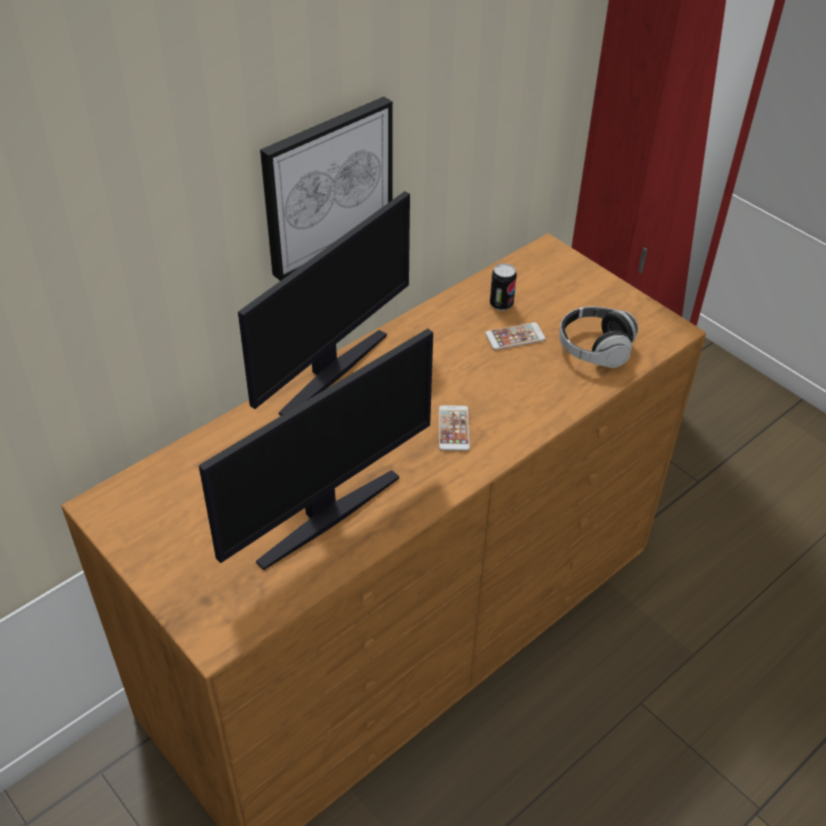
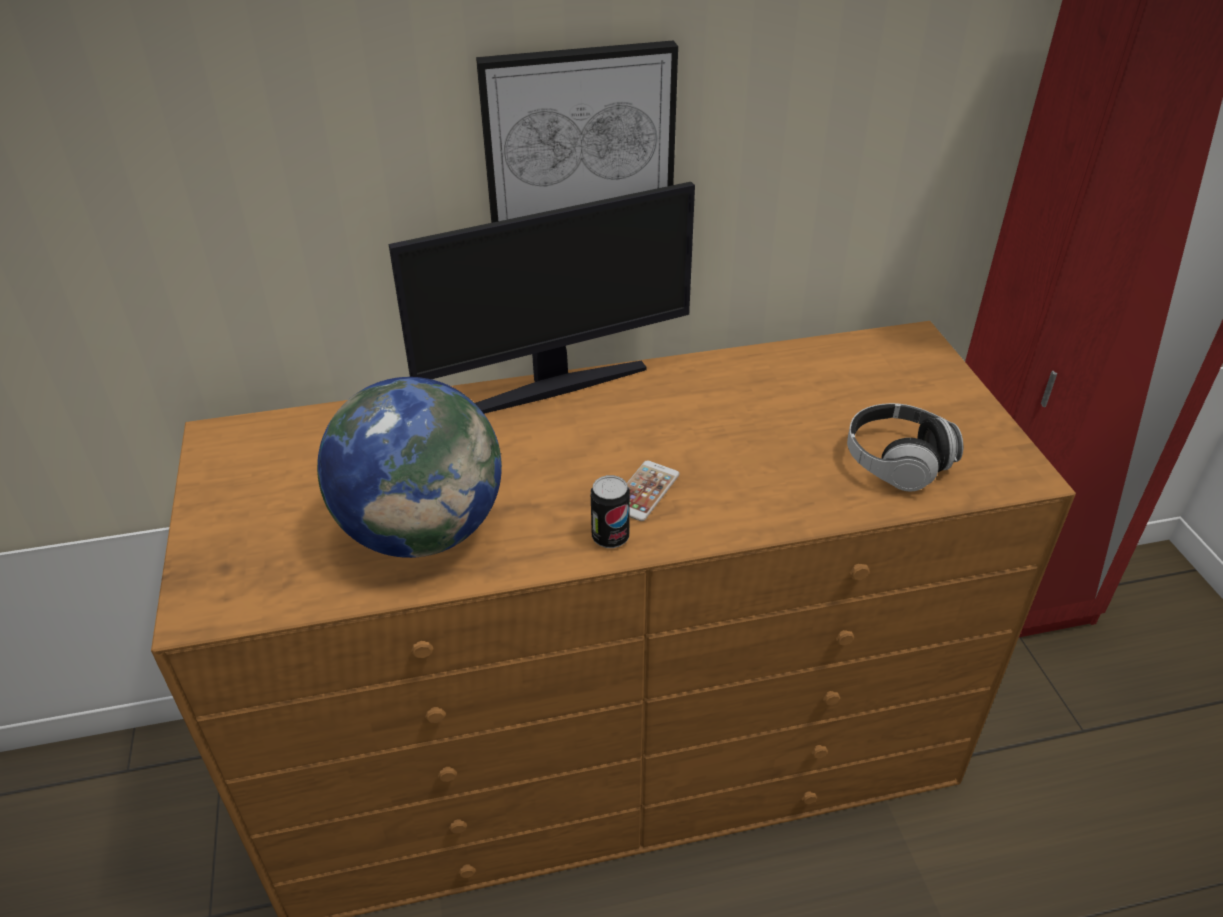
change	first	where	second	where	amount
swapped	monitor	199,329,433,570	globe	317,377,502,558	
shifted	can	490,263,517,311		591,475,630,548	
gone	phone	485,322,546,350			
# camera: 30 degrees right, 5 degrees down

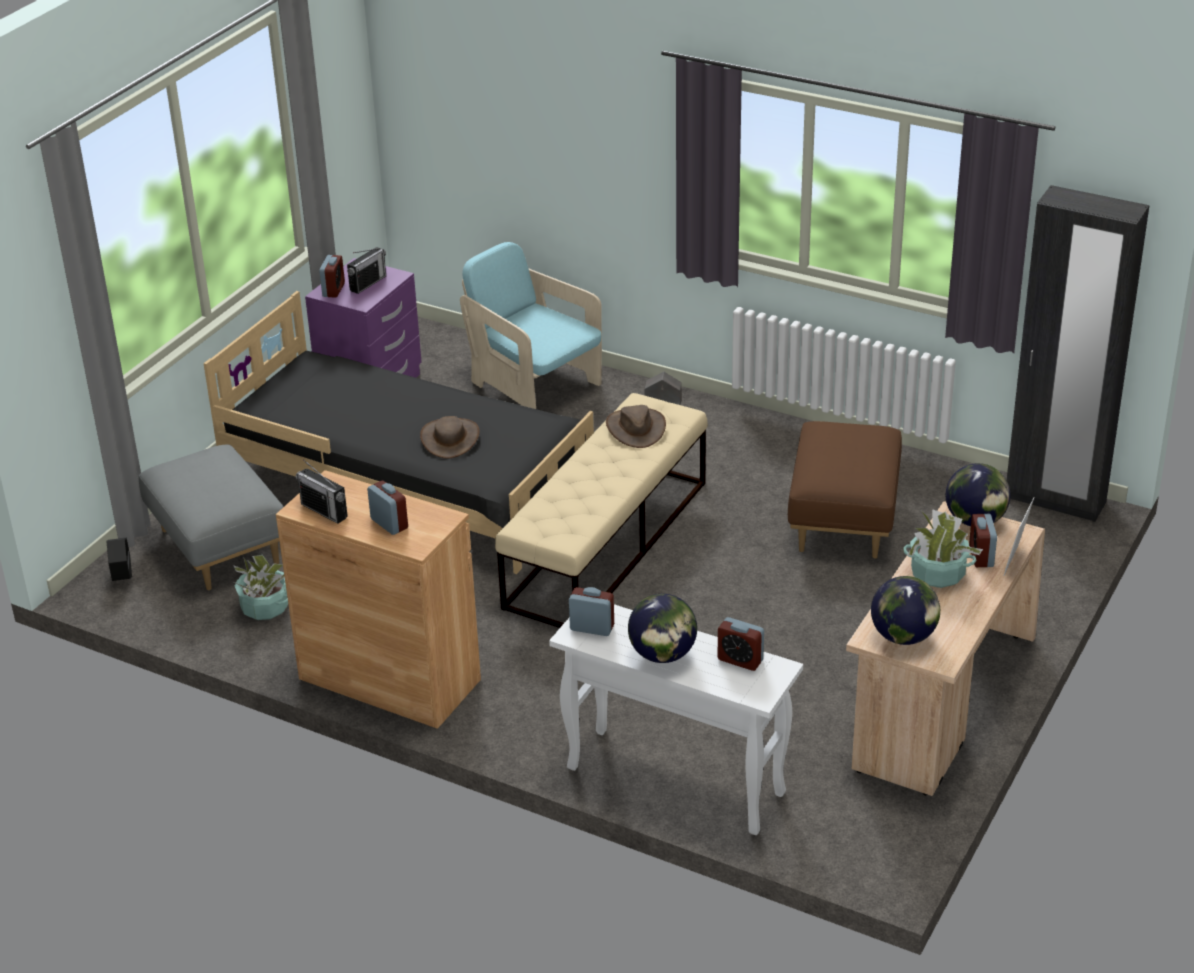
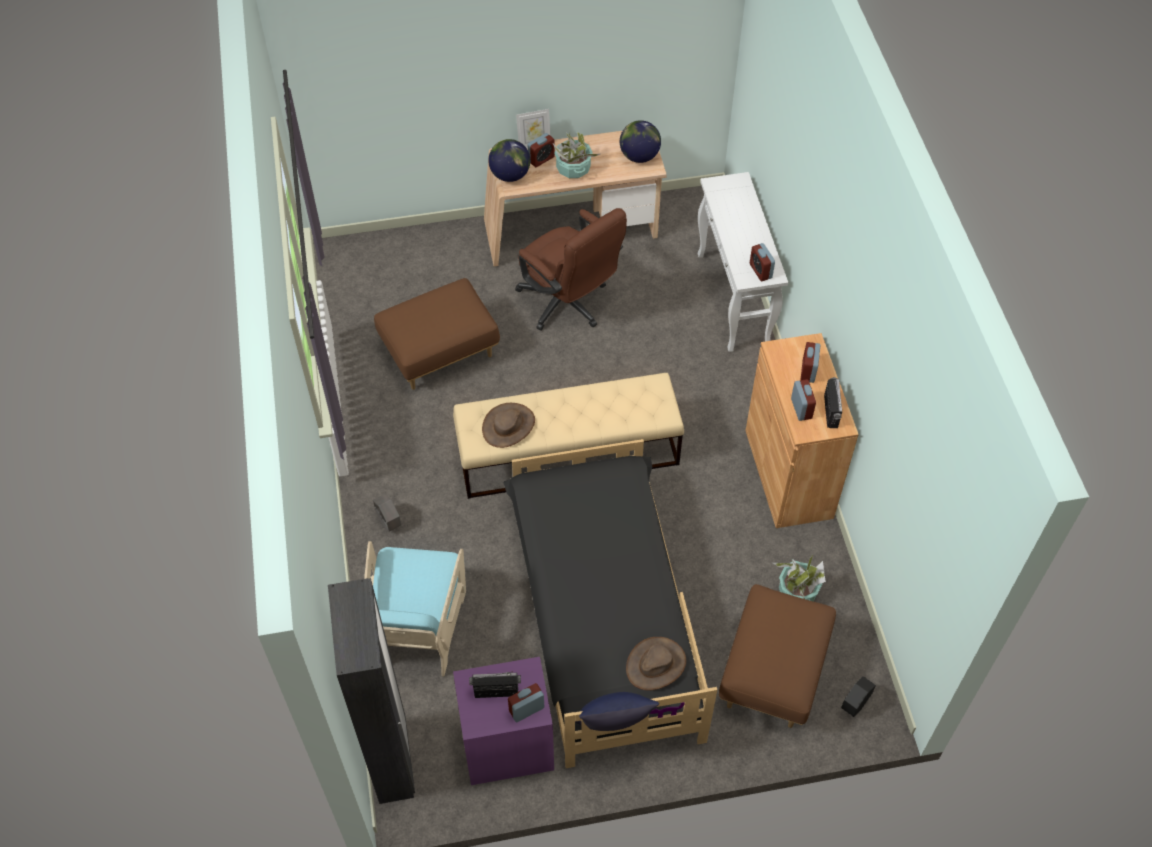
change	first	where	second	where	amount
shifted	black wardrobe	1007,185,1150,522		328,578,415,804	
new			brown office chair	515,208,627,330	
new			blue pillow	575,692,659,731	
shifted	brown hat	420,416,480,459		626,637,686,691	
repainted	grey ottoman	139,444,284,590	brown ottoman	719,584,836,728	
shifted	alarm clock	718,617,764,671		791,379,816,421	
gone	globe	628,594,697,663			
# camera: 130 degrees left, 20 degrees up

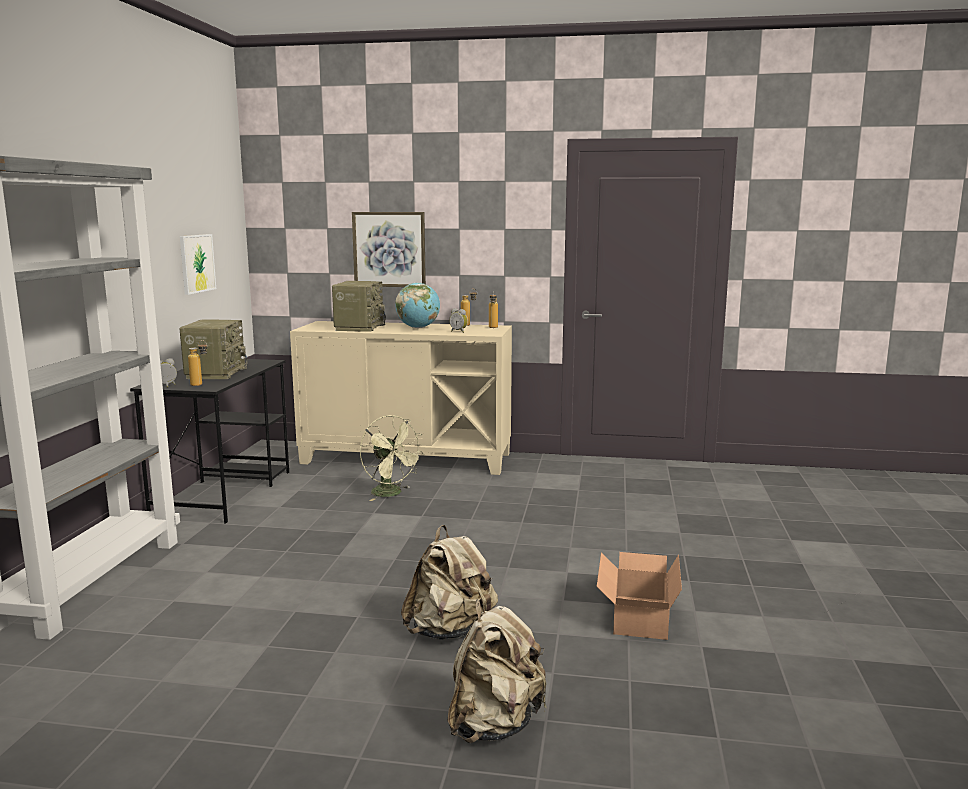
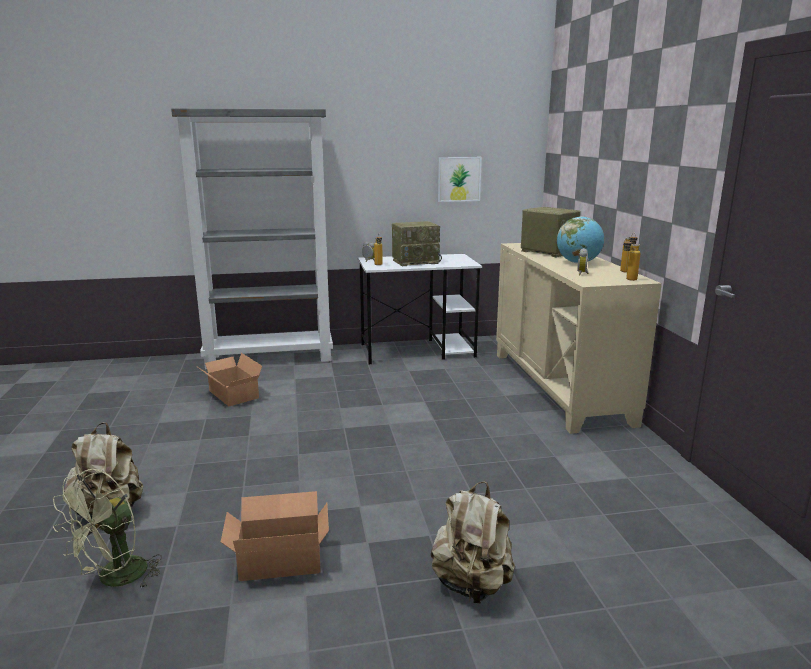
change	first	where	second	where	amount
shifted	green fan	360,415,424,501		53,469,162,588	
new			cardboard box	196,353,262,406	
repainted	black desk	130,359,289,523	white desk	358,254,482,364	
shifted	beige backpack	401,525,498,640		431,482,515,604	
rotated	radio	332,281,386,332		521,207,581,258	120 degrees counterclockwise
gone	picture	352,212,426,287			
# camera: 70 degrees right, 5 degrees up

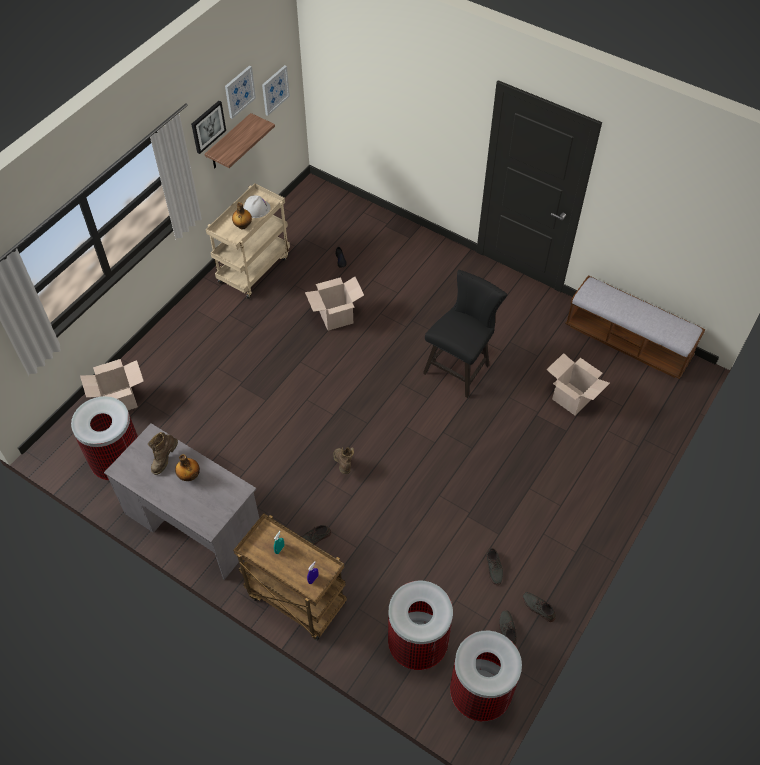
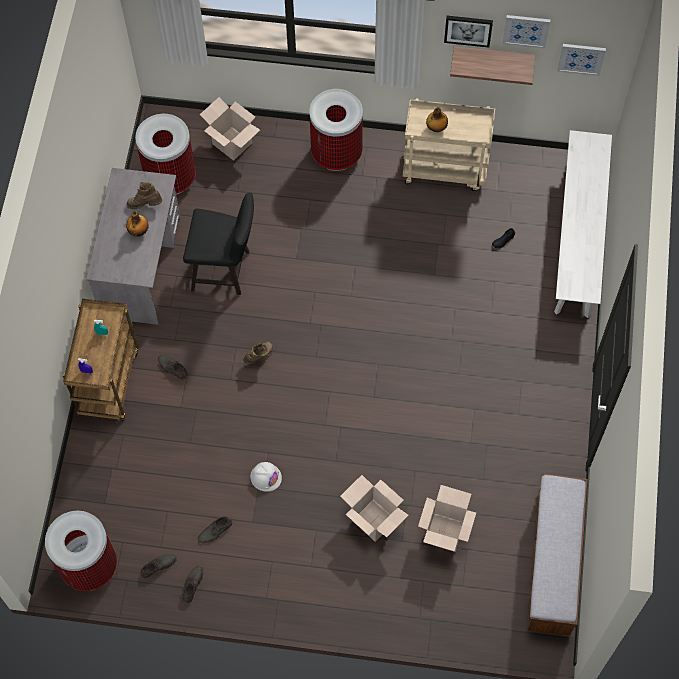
change	first	where	second	where	amount
shifted	black chair	423,270,507,398		183,193,254,295	
shifted	white hard hat	243,195,271,218		250,462,282,492	
shifted	trash can	388,580,453,670		309,89,363,171	
shifted	cardboard box	305,277,364,331		340,475,409,542	
new			white bench	554,130,612,318	
# camera: 65 degrees right, 10 degrees up

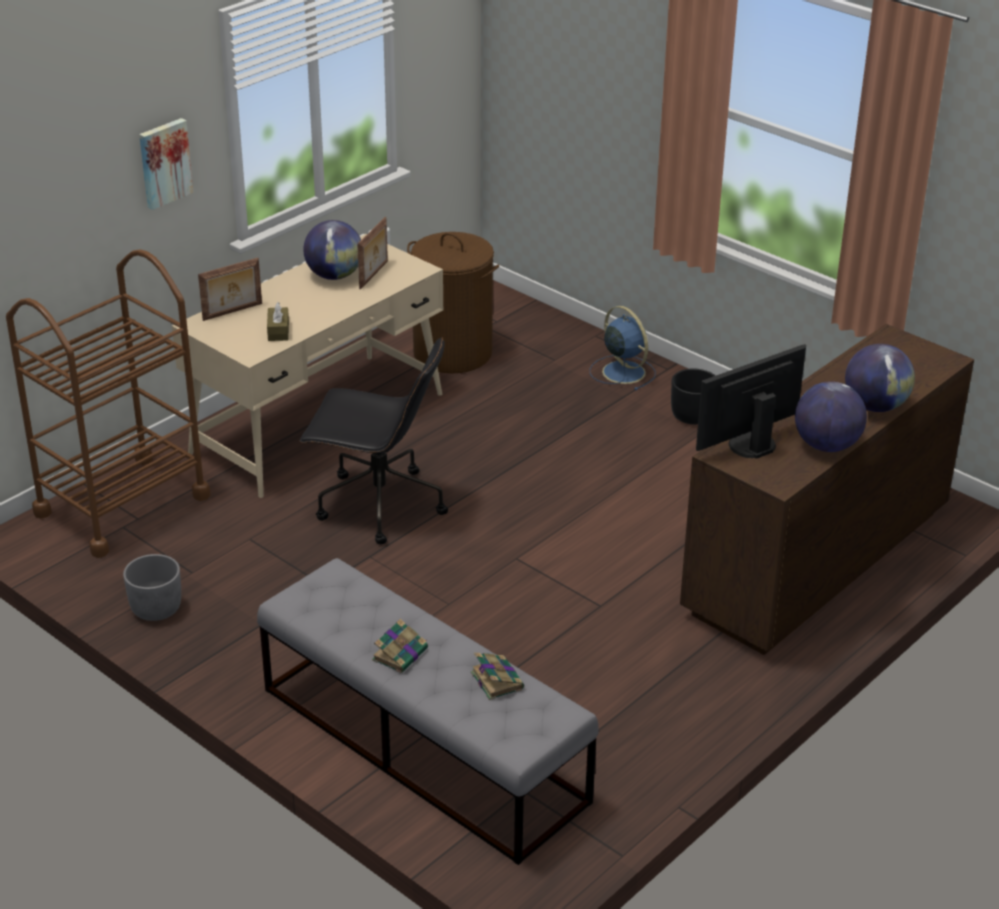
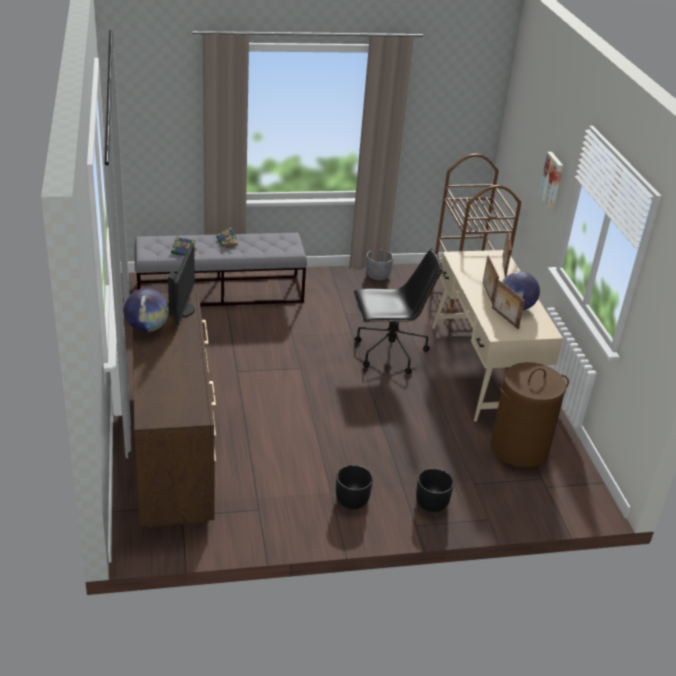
change	first	where	second	where	amount
rotated	black office chair	300,337,448,544		354,249,443,374	150 degrees counterclockwise
swapped	blue fan	590,306,656,390	black planter	416,468,454,513	
new			picture frame	483,255,499,304	
gone	brown tissue box	267,302,289,341			
gone	globe	845,344,915,412			
# camera: 125 degrees right, 0 degrees up

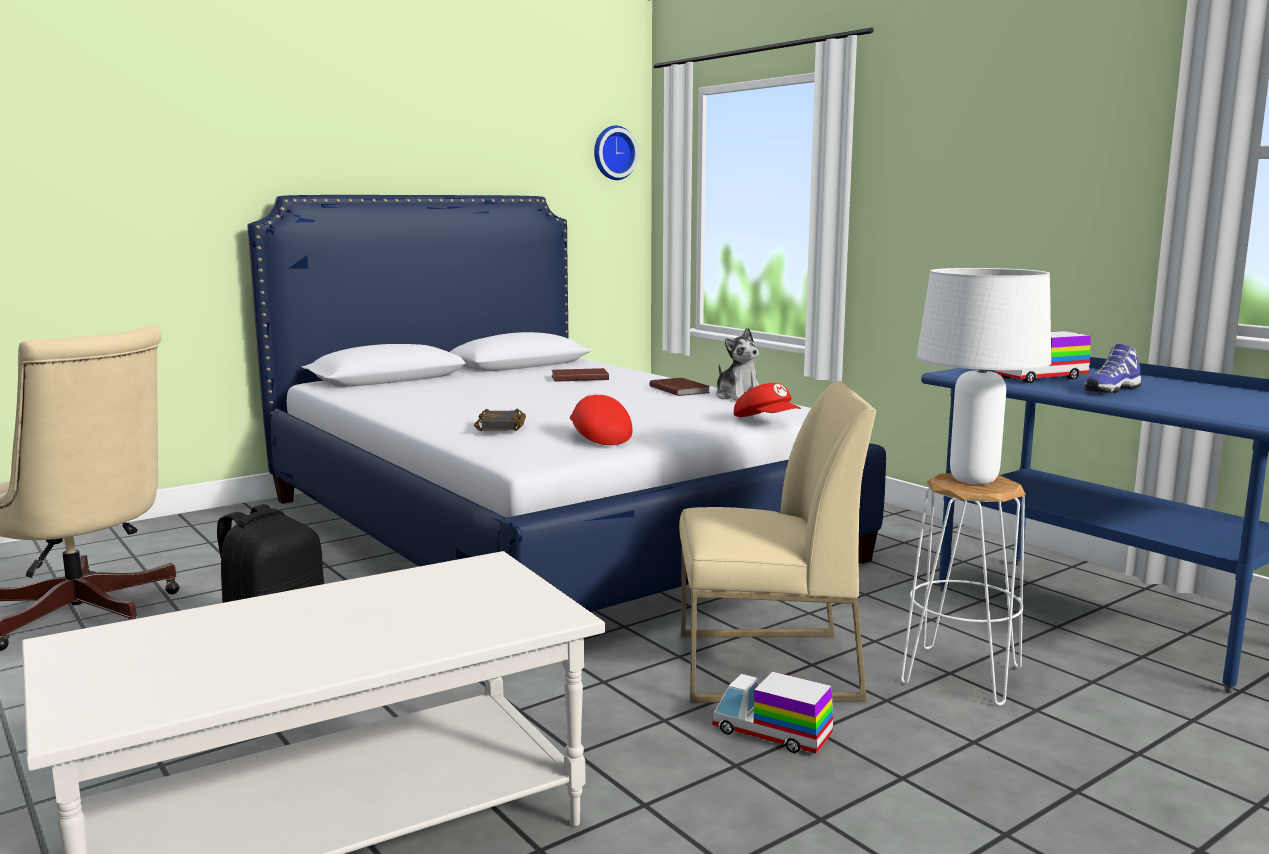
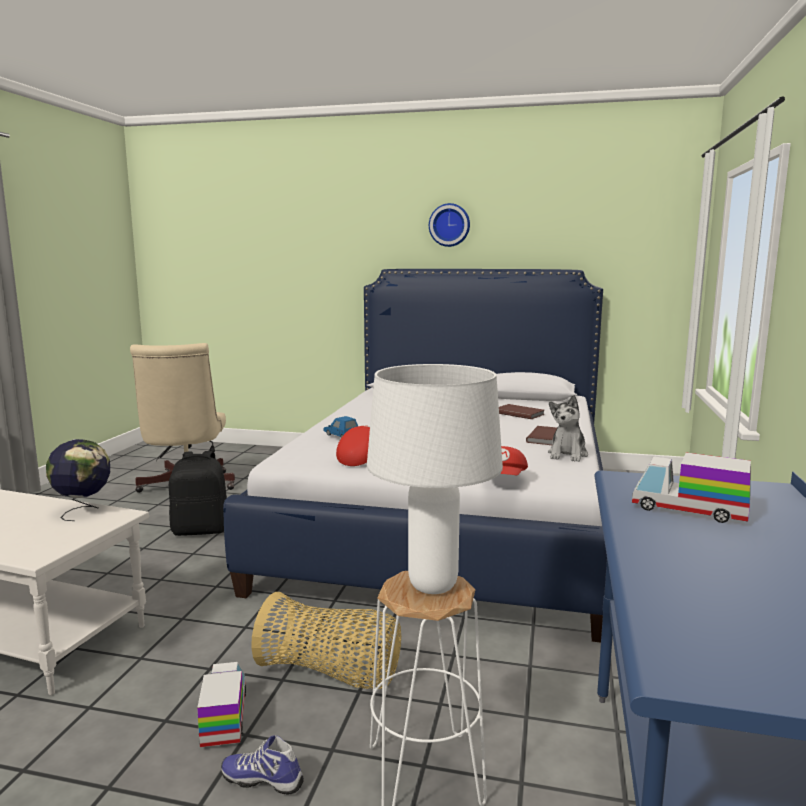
change	first	where	second	where	amount
new			globe	46,439,110,521	
shifted	shoe	1084,344,1141,394		221,735,304,794	
swapped	beige chair	679,381,876,703	basket	251,592,401,689	
swapped	black book	474,409,526,431	blue toy car	323,416,358,438	
shifted	wall clock	594,125,638,180		429,203,470,247	
# camera: 50 degrees right, 0 degrees up

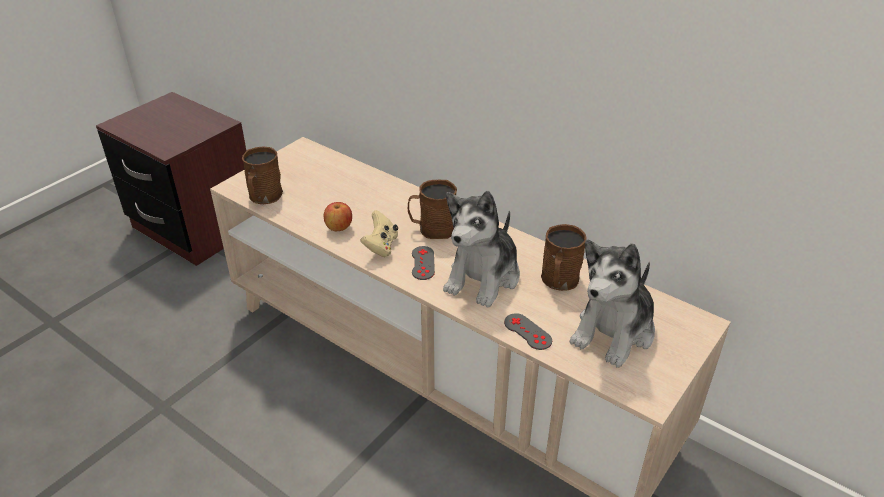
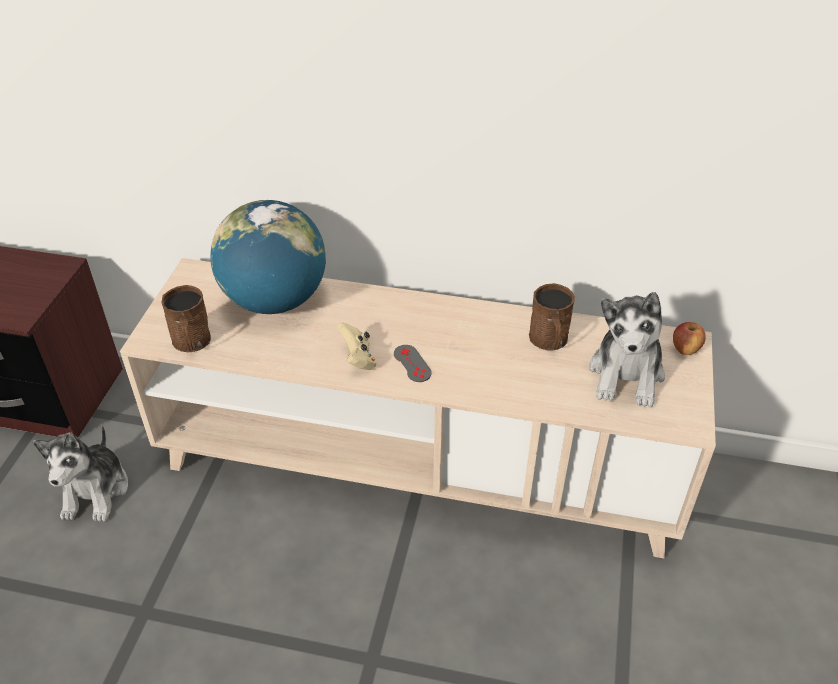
change	first	where	second	where	amount
shifted	plush toy	443,191,520,308		33,425,128,522	
new			globe	210,200,326,314	
shifted	apple	324,202,352,231		673,322,706,355	
gone	brown mug	408,180,457,239			
gone	grey game controller	504,313,552,350			
# camera: 25 degrees left, 5 degrees up

